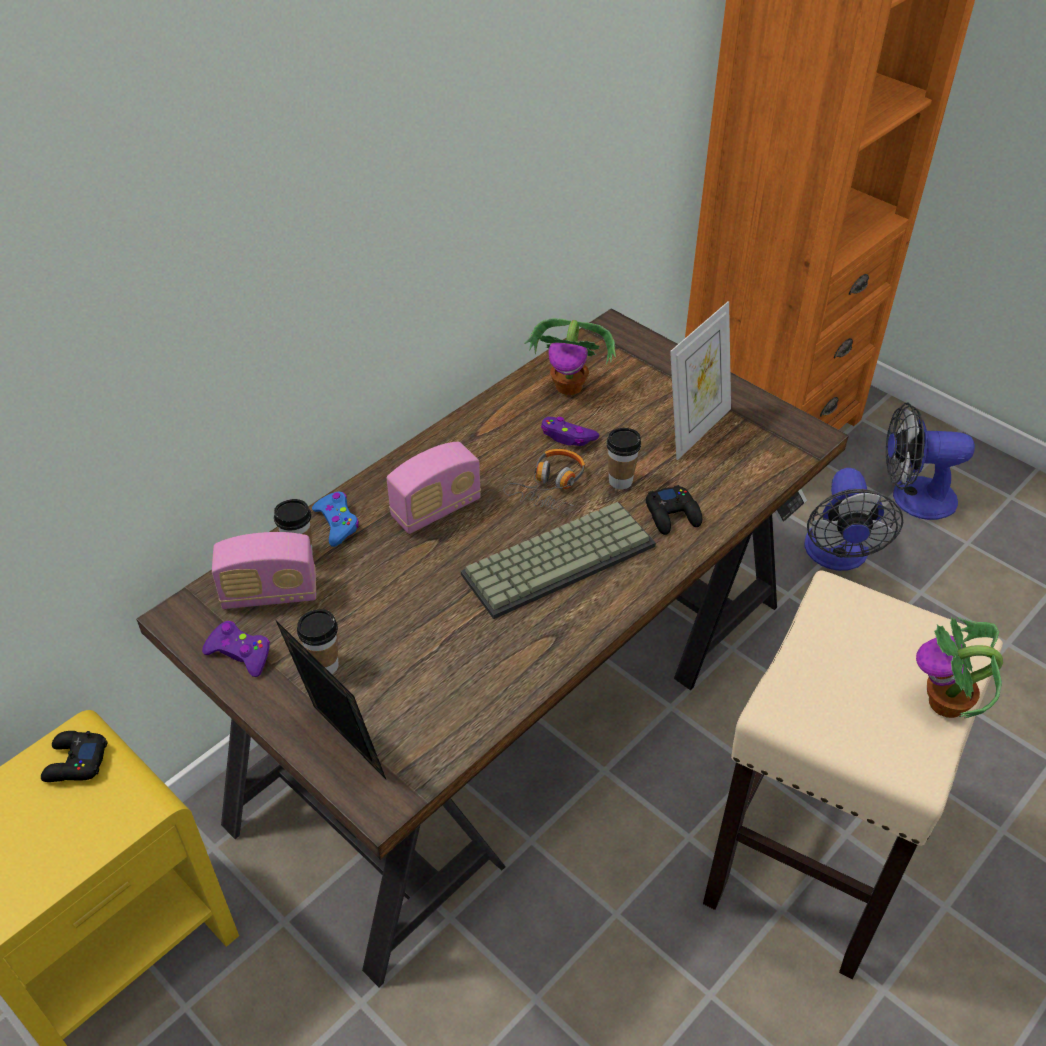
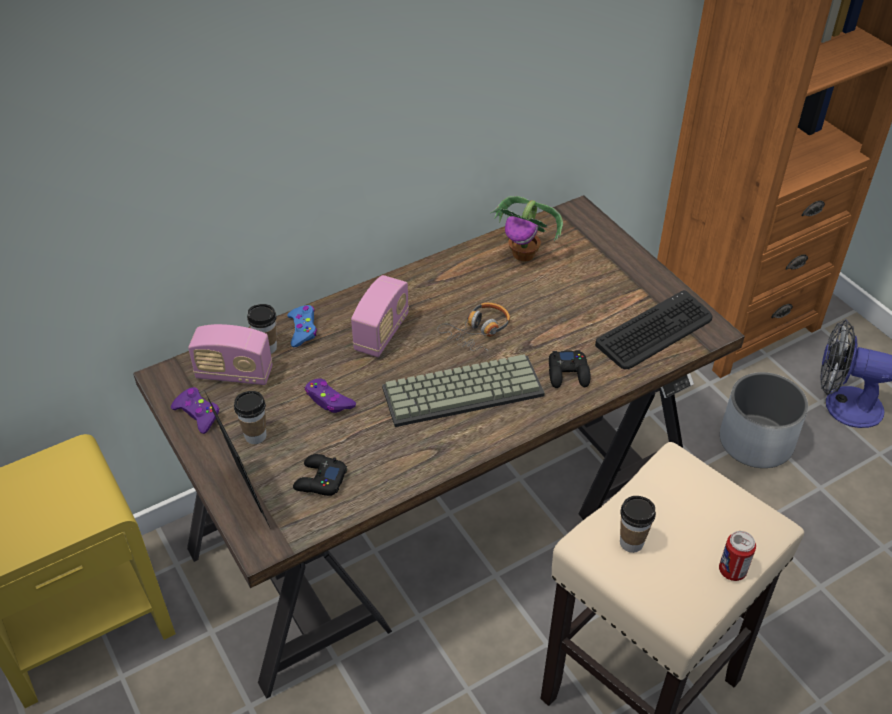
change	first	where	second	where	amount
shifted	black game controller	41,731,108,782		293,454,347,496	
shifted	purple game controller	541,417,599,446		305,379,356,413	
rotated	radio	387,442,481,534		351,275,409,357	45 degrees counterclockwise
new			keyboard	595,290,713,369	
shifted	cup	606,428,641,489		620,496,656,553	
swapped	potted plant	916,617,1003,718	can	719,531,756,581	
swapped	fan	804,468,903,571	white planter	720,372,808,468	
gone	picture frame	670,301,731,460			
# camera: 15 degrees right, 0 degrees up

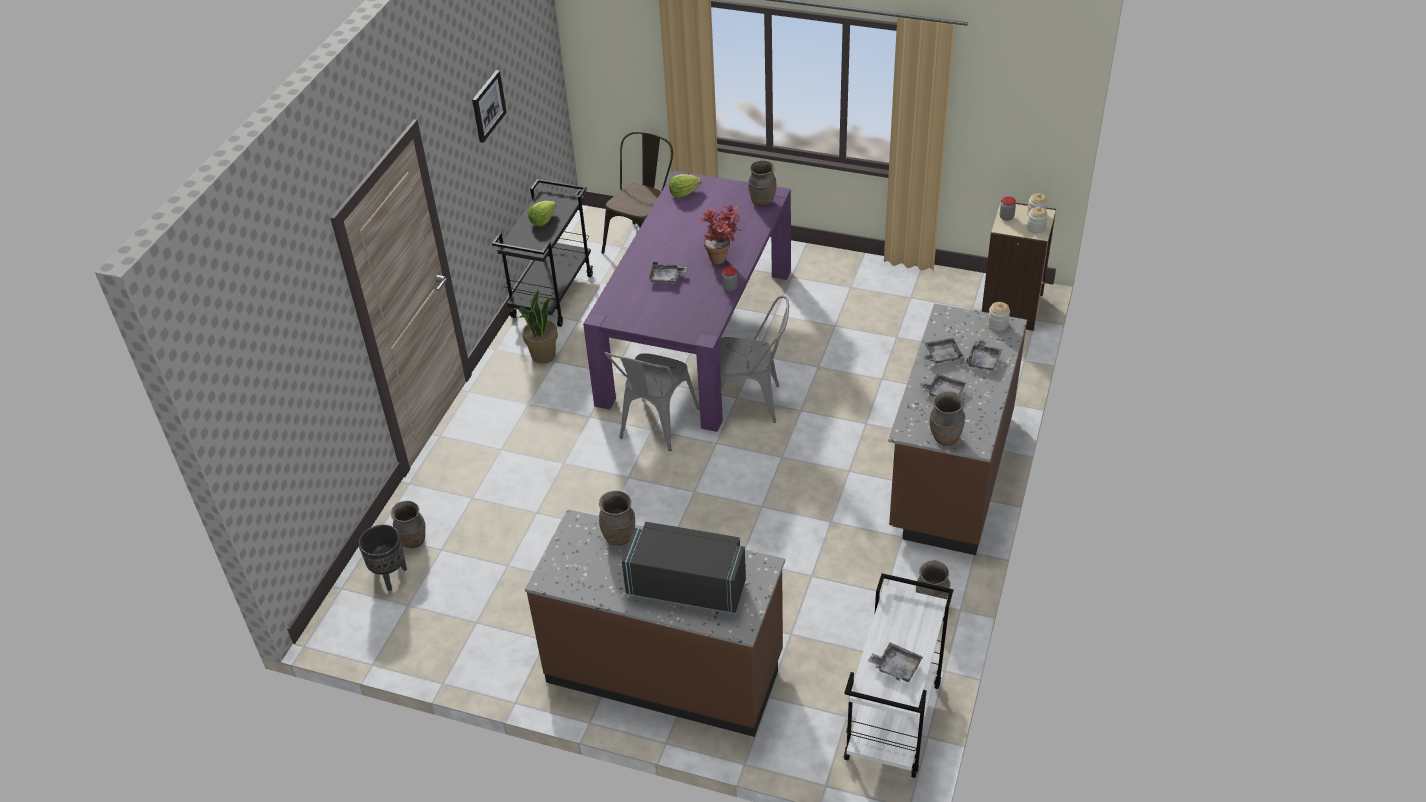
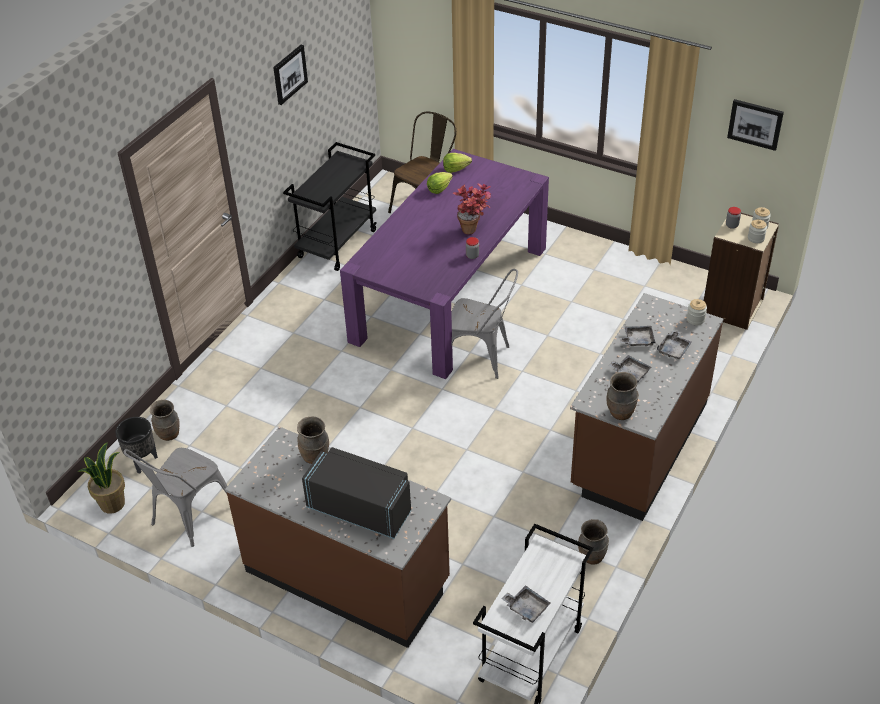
change	first	where	second	where	amount
shifted	potted plant	517,290,558,364		78,442,125,514	
shifted	grey chair	605,352,700,451		124,448,227,547	
shifted	lettuce	528,201,556,226		427,172,453,194	
new			picture	727,99,784,151	
gone	grey tray	648,262,687,283			
gone	brown vase	748,160,776,207			
# camera: 10 degrees right, 0 degrees up

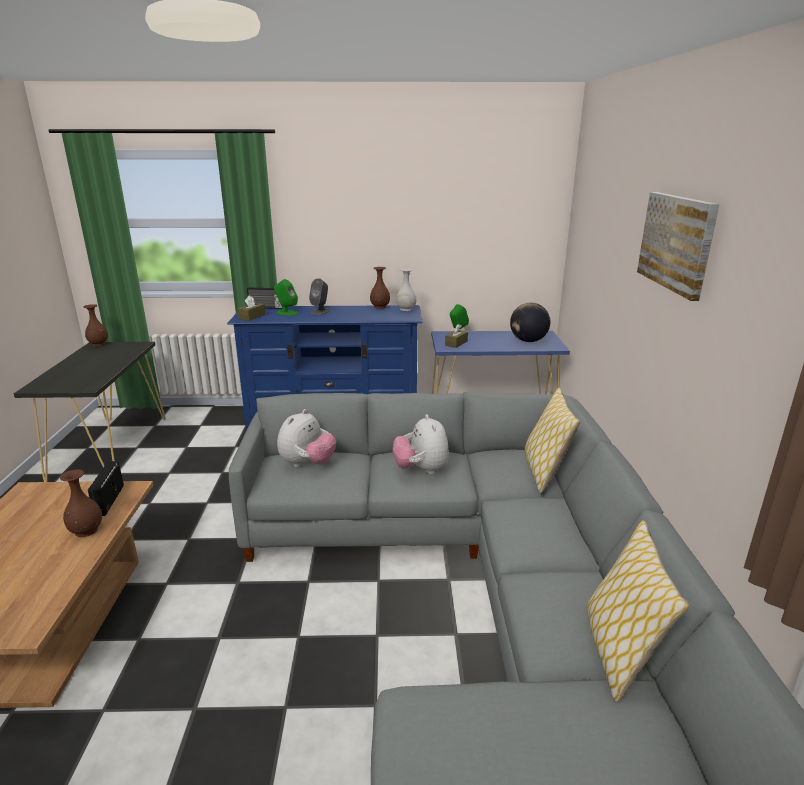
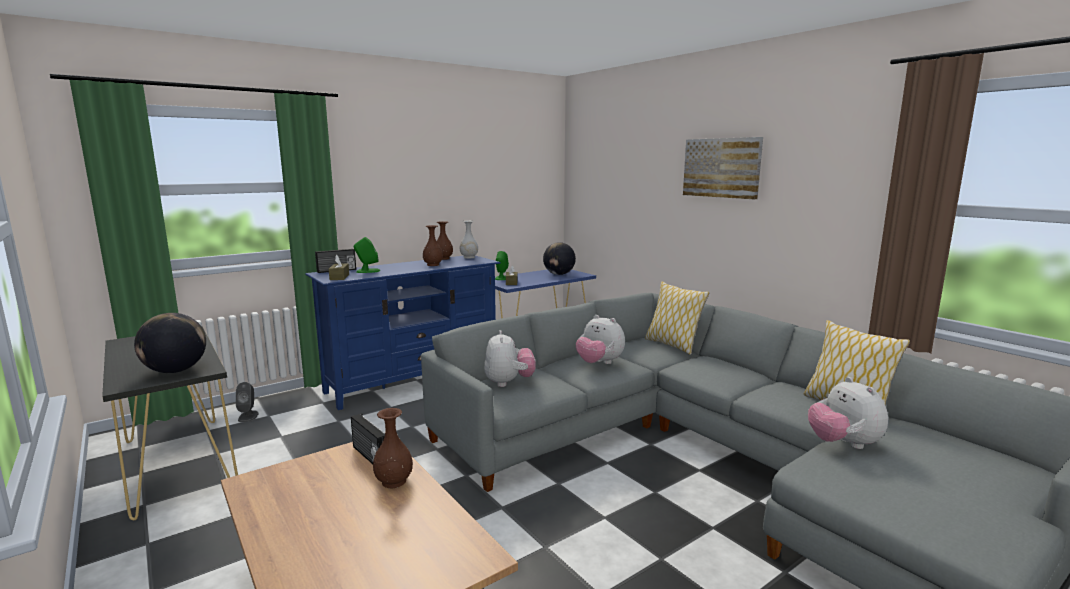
change	first	where	second	where	amount
new			globe	134,313,206,373	
shifted	grey speaker	309,278,330,315		236,382,258,422	
shifted	brown vase	84,304,108,346		423,225,443,266	
new			plush toy	808,377,888,449	
# camera: 35 degrees left, 10 degrees down

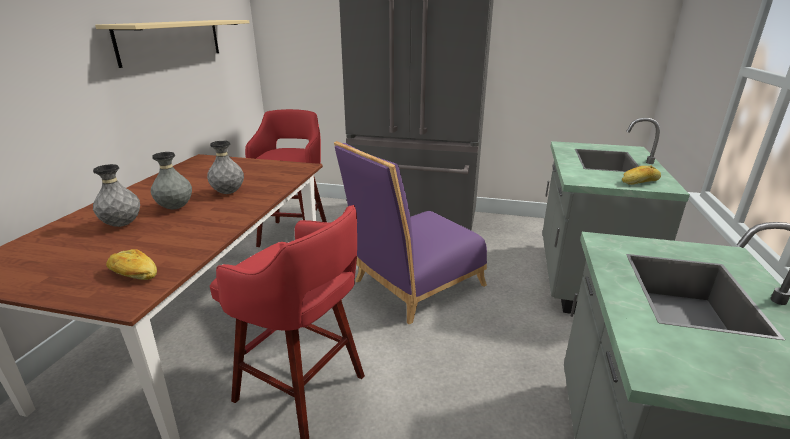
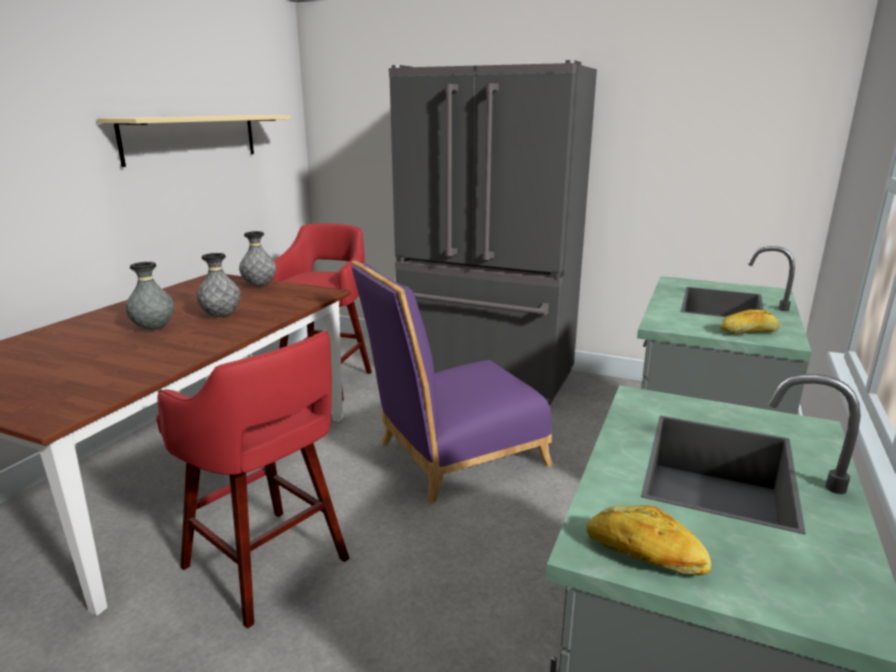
change	first	where	second	where	amount
shifted	grey vase	93,164,140,227		239,231,276,287	
shifted	bread	106,249,157,280		587,505,711,575	
# camera: 10 degrees right, 5 degrees down

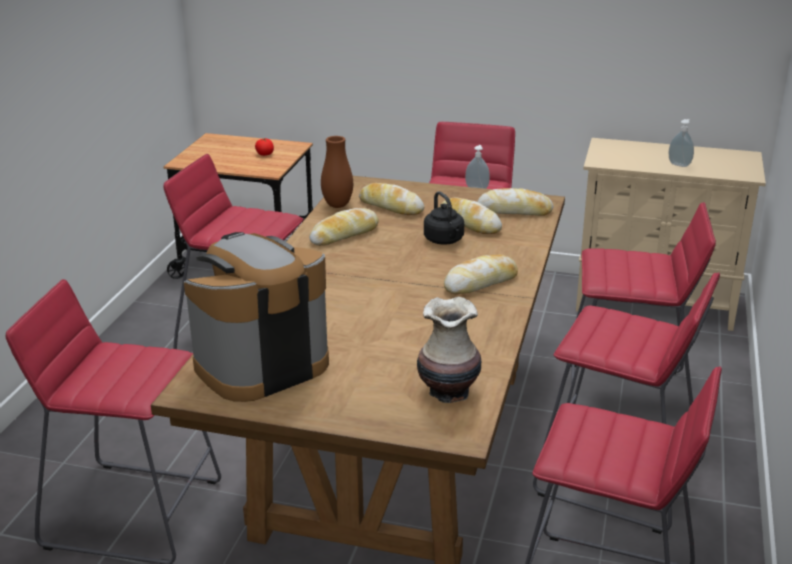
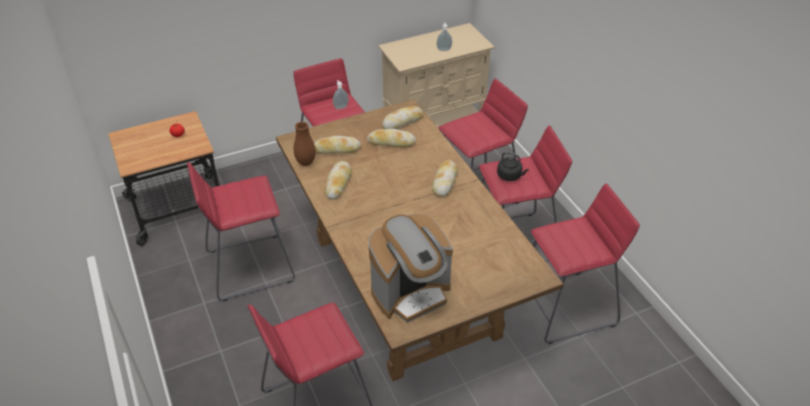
change	first	where	second	where	amount
rotated	coffee machine	184,232,329,402		369,214,453,323	135 degrees counterclockwise
shifted	black kettle	424,191,464,245		497,152,529,181	
gone	vase	417,297,481,403			
# camera: 40 degrees left, 15 degrees up

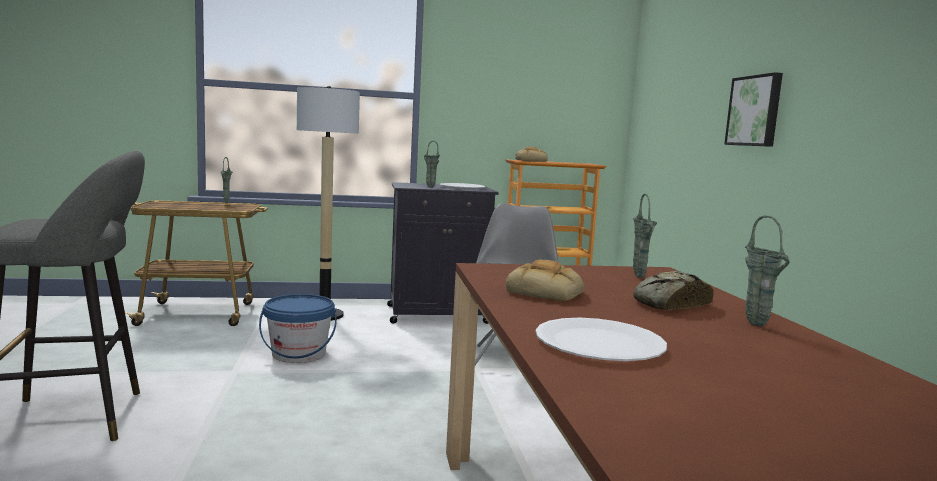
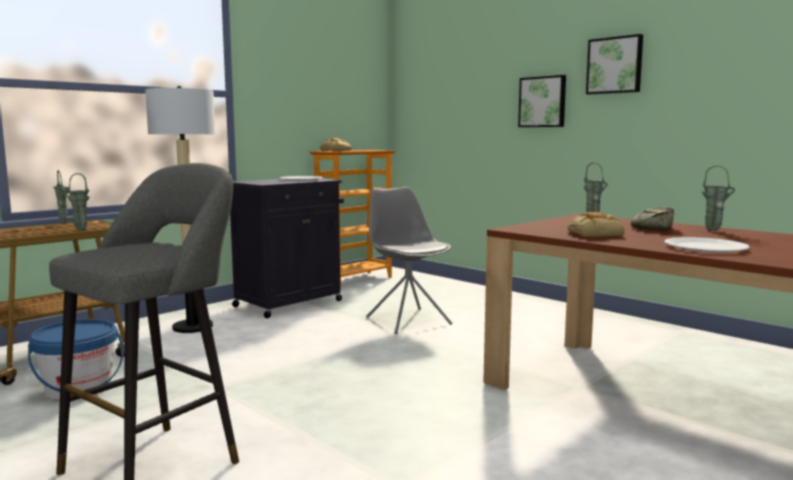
change	first	where	second	where	amount
shifted	blue bucket	259,294,337,363		28,319,124,400	
shifted	green vase	424,140,440,188		65,173,89,230	
new			picture	586,34,643,94	
# camera: 35 degrees left, 0 degrees up

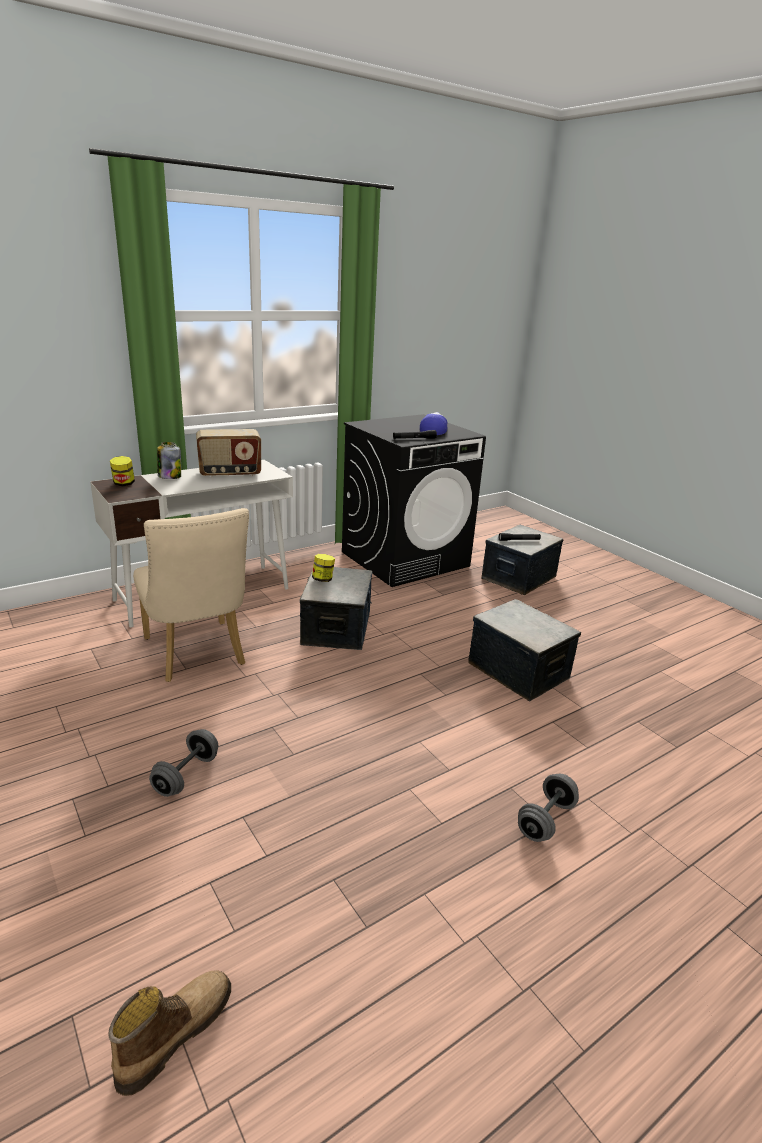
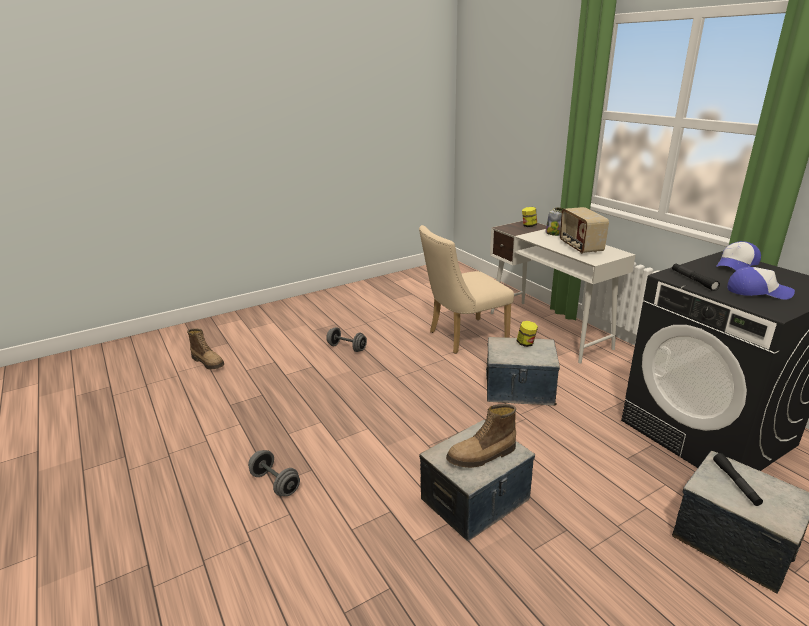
change	first	where	second	where	amount
new			boot	446,404,516,468	
new			cap	716,241,761,271	
# camera: 95 degrees right, 0 degrees up

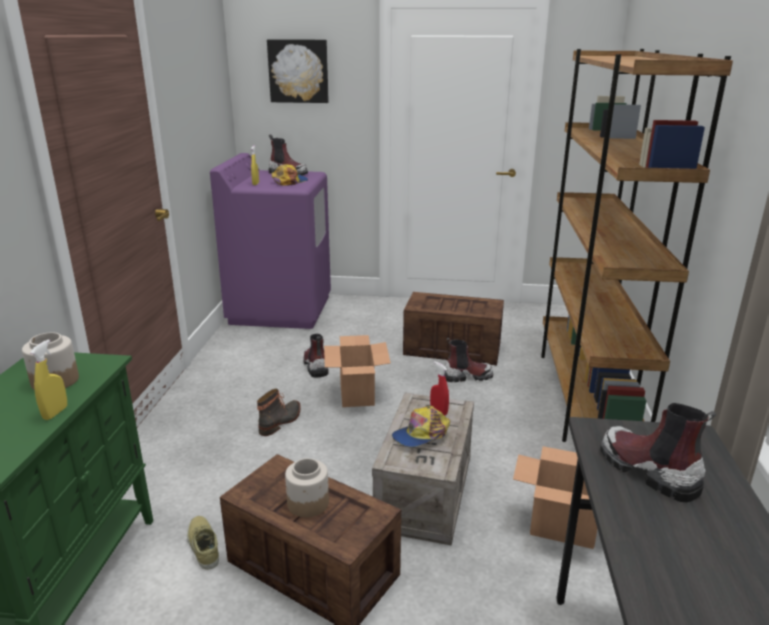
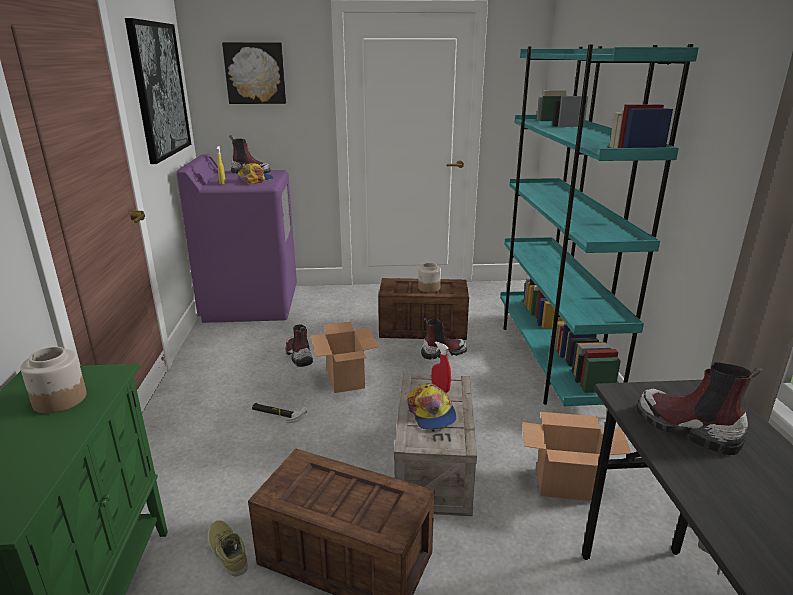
change	first	where	second	where	amount
new			picture	125,18,191,164	
swapped	boot	257,388,301,436	hammer	252,403,308,423	
rotated	cap	392,406,450,447		407,384,457,430	60 degrees counterclockwise
shifted	jar	285,458,329,517		418,263,441,292	
repainted	brown bookcase	541,49,733,442	turquoise bookcase	500,44,699,406	
gone	yellow spray bottle	30,339,67,420			
# camera: 10 degrees left, 0 degrees up

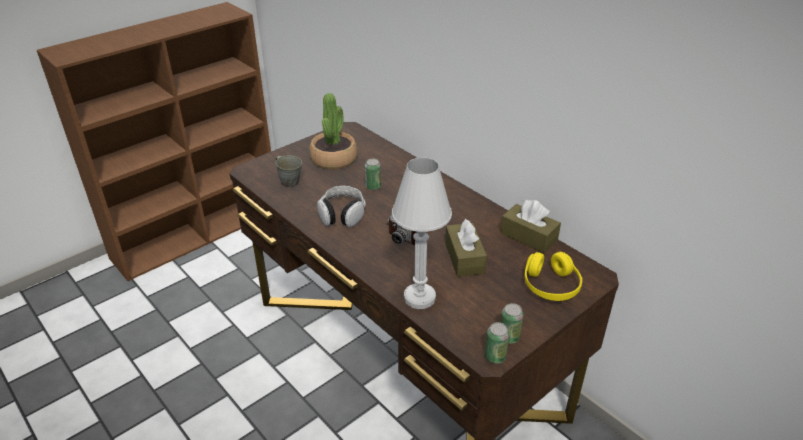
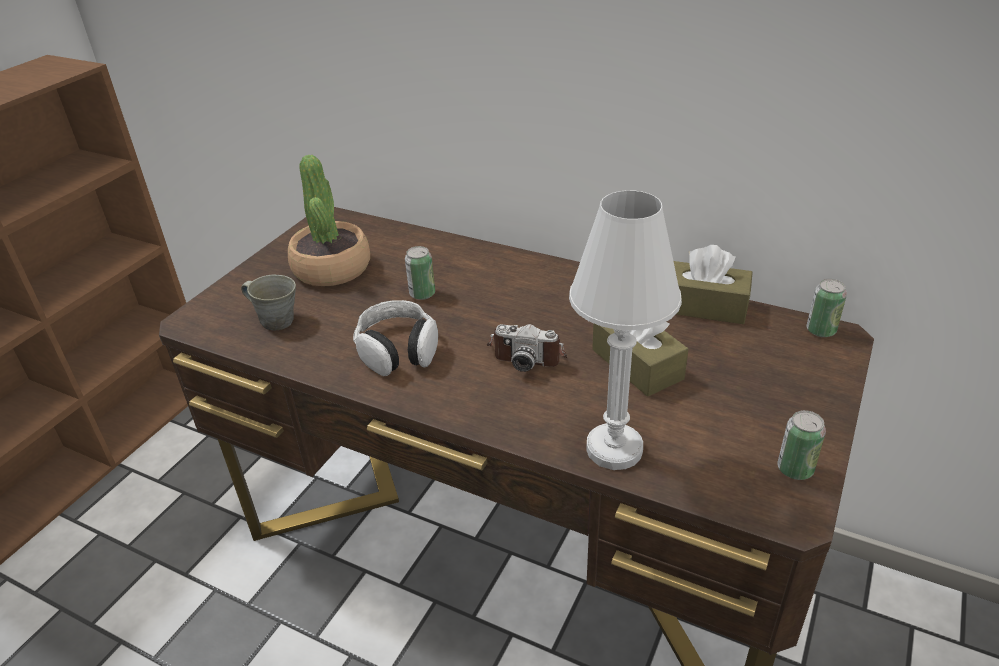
change	first	where	second	where	amount
shifted	can	485,322,509,364		806,279,847,337	
gone	yellow headphones	525,252,582,301			
# camera: 20 degrees left, 0 degrees up

